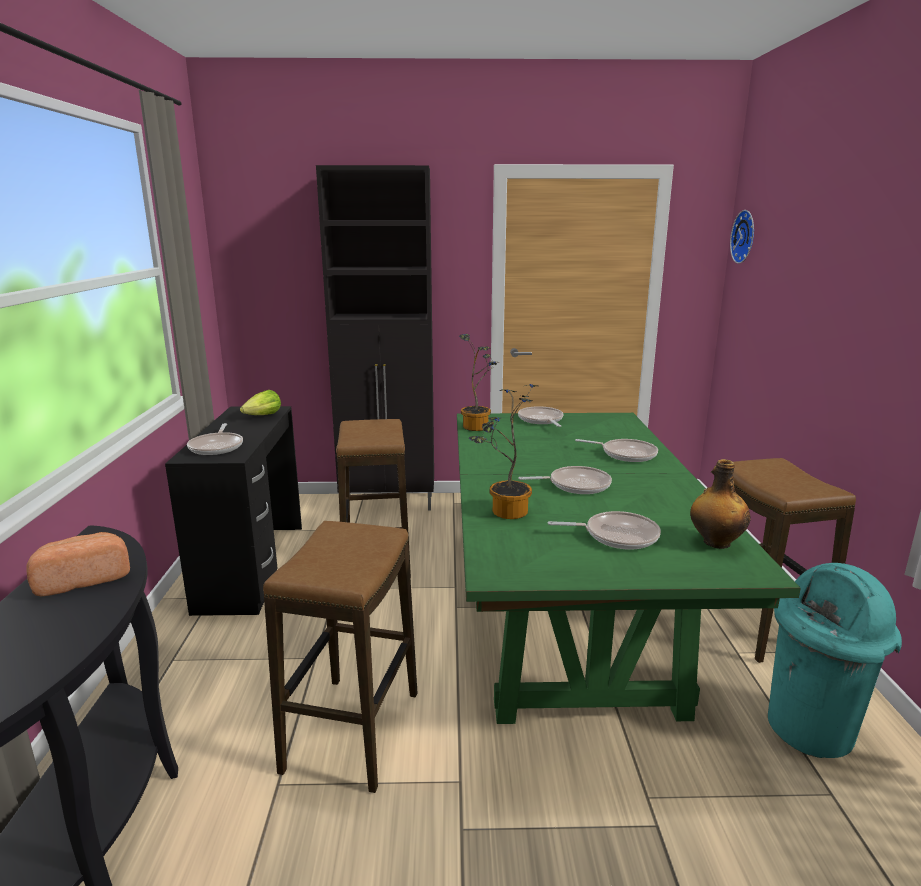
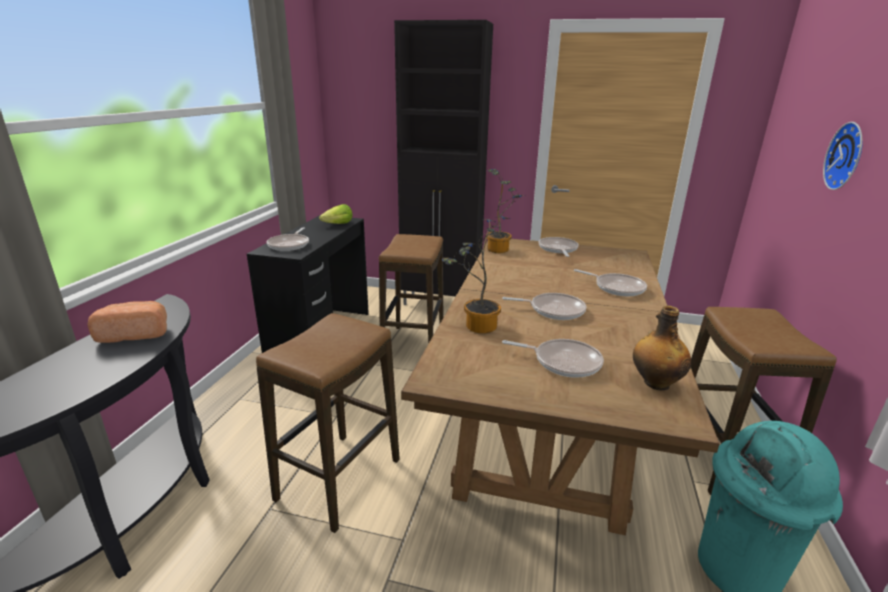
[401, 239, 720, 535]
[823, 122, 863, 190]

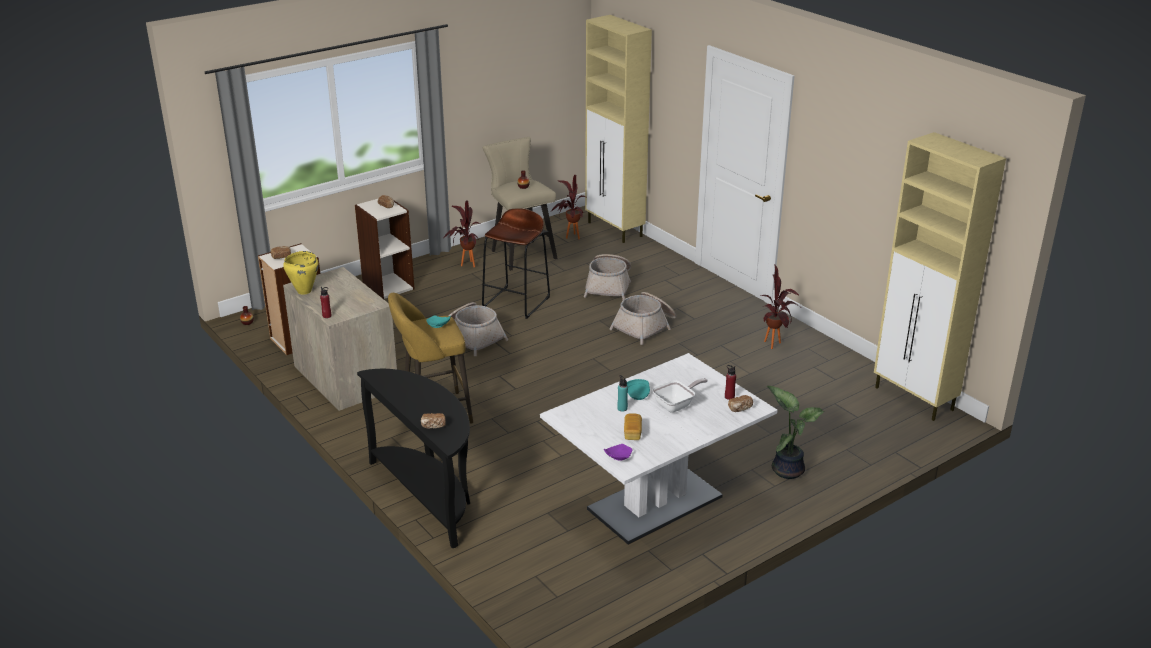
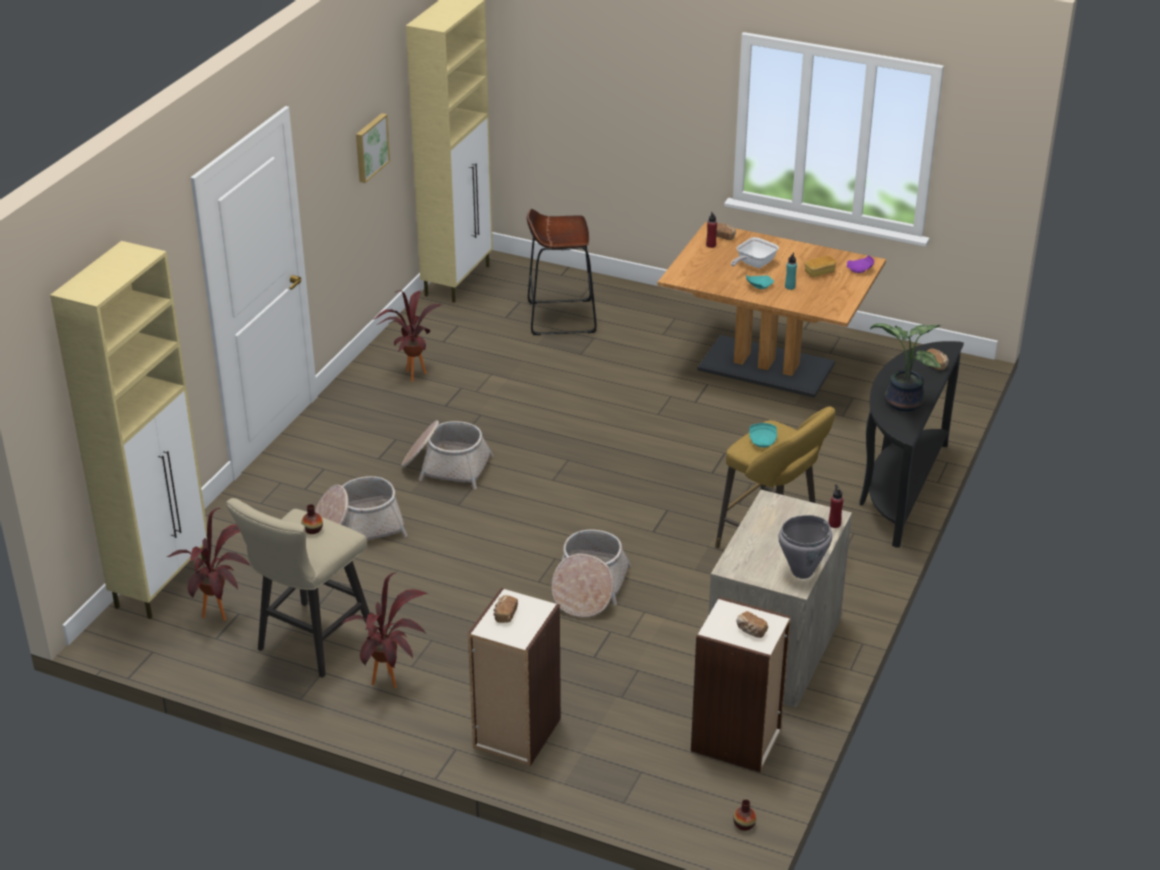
[356, 113, 390, 183]
[527, 209, 597, 335]
[657, 222, 886, 398]
[731, 237, 779, 268]
[778, 515, 832, 579]
[870, 323, 941, 411]

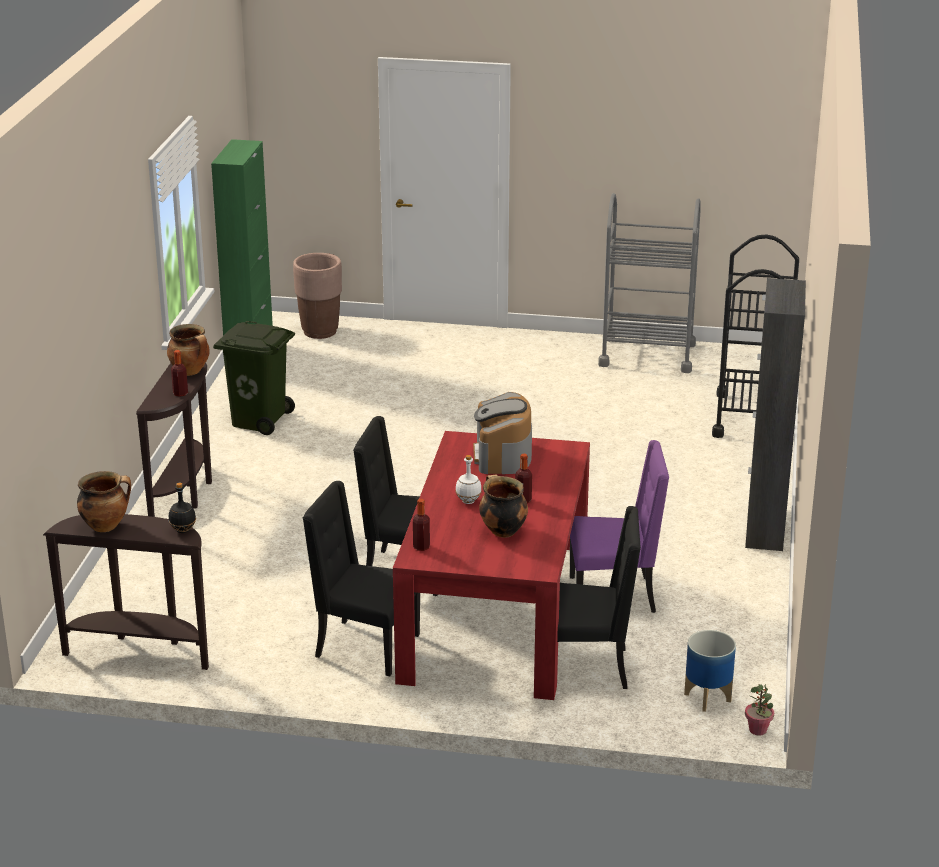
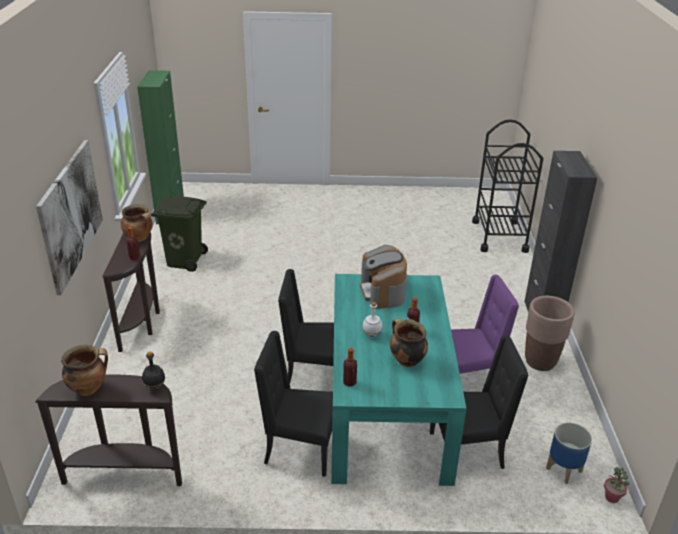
[36, 140, 103, 295]
[331, 274, 467, 486]
[525, 296, 575, 371]
[598, 193, 701, 373] (first image)

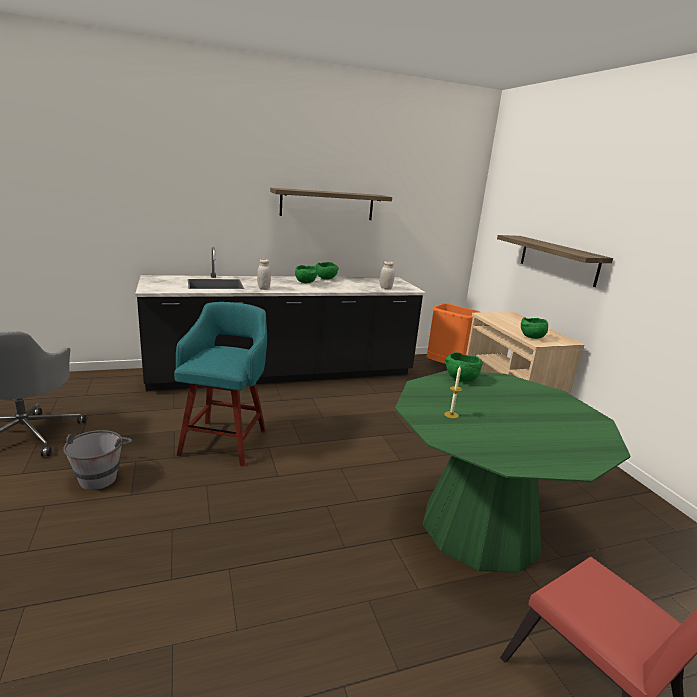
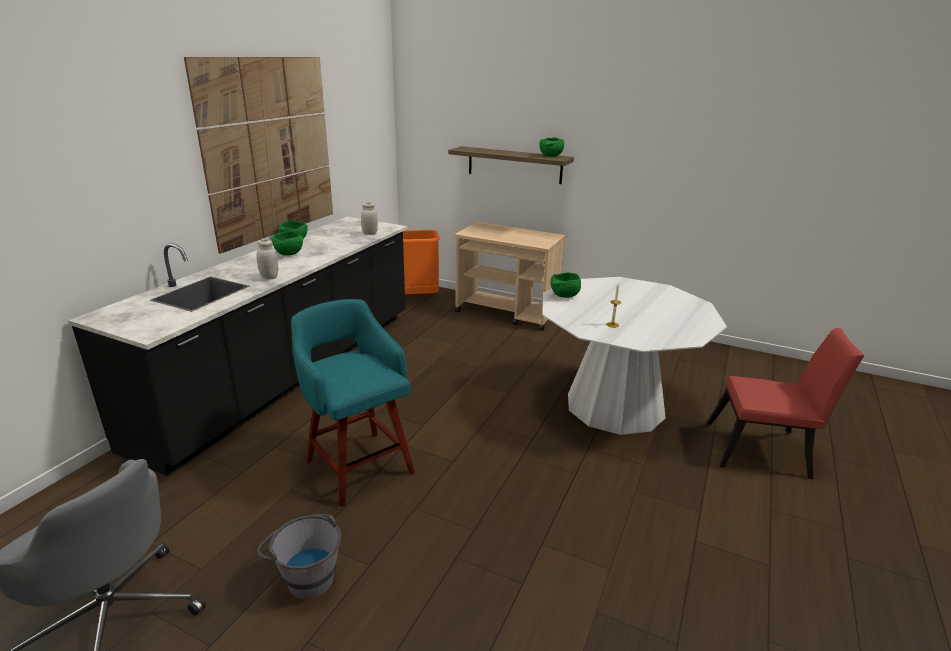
[184, 57, 333, 254]
[539, 137, 564, 157]
[542, 277, 727, 435]

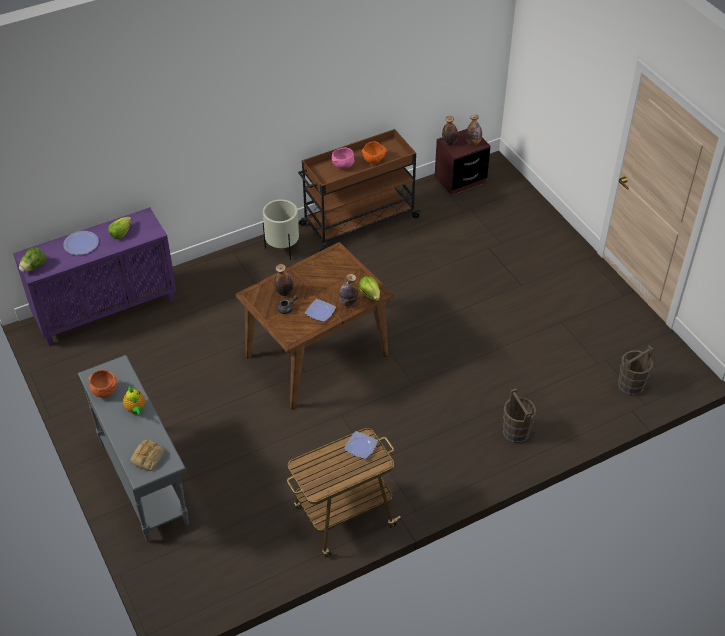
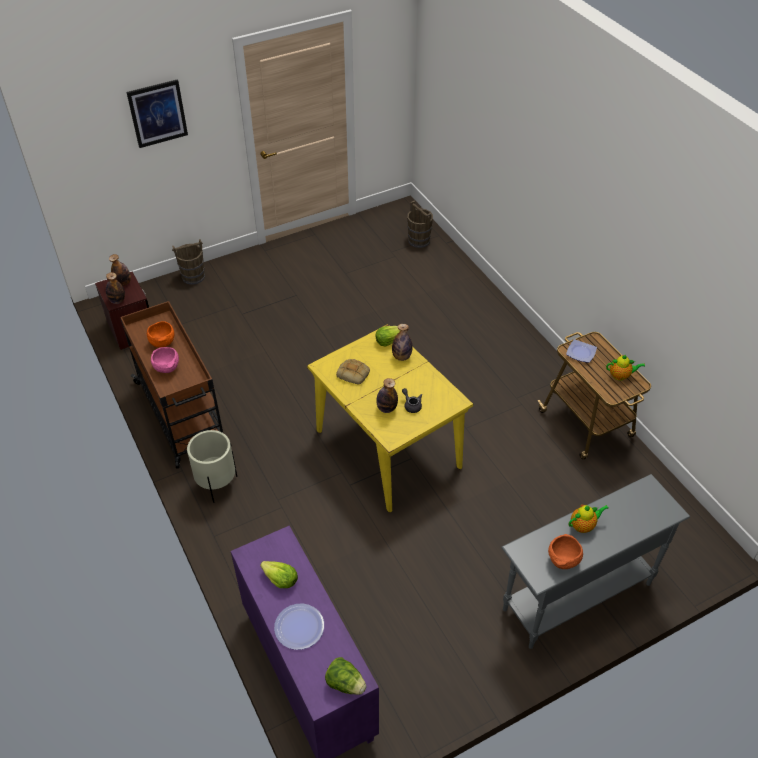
[127, 80, 188, 148]
[172, 239, 205, 285]
[307, 324, 473, 512]
[336, 359, 370, 385]
[606, 355, 645, 381]
[305, 299, 336, 322] (first image)

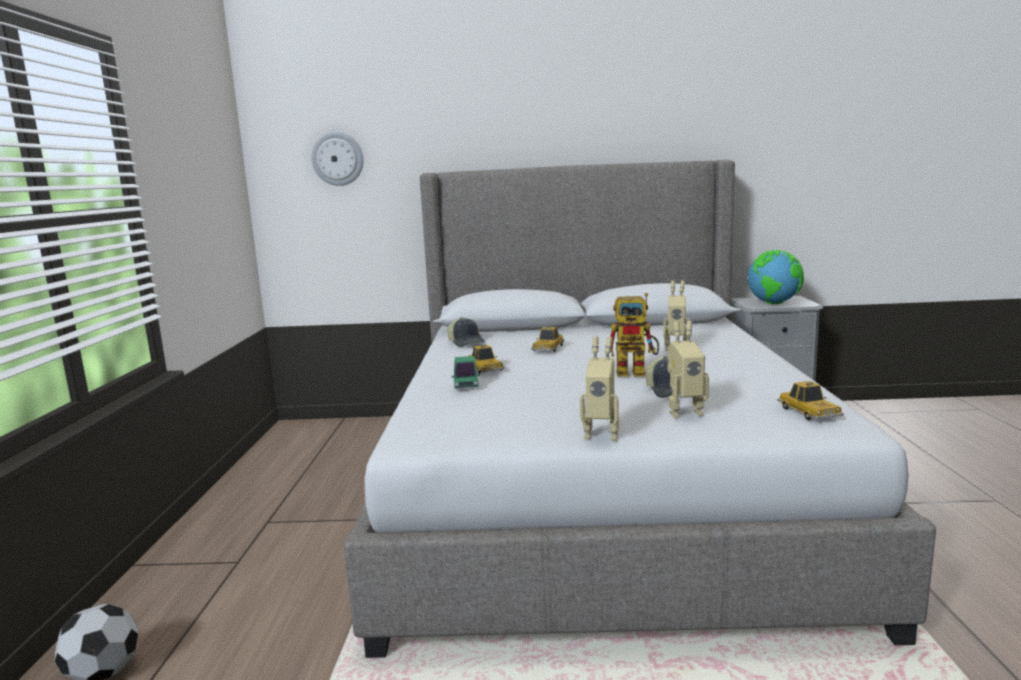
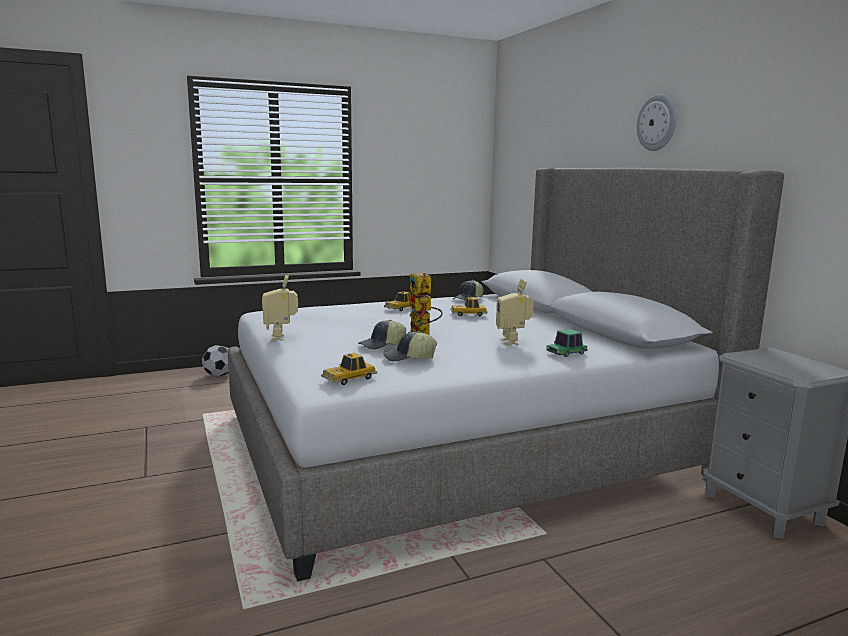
[383, 331, 437, 362]
[546, 329, 587, 357]
[637, 94, 676, 151]
[667, 321, 709, 418] (first image)
[748, 250, 804, 304] (first image)

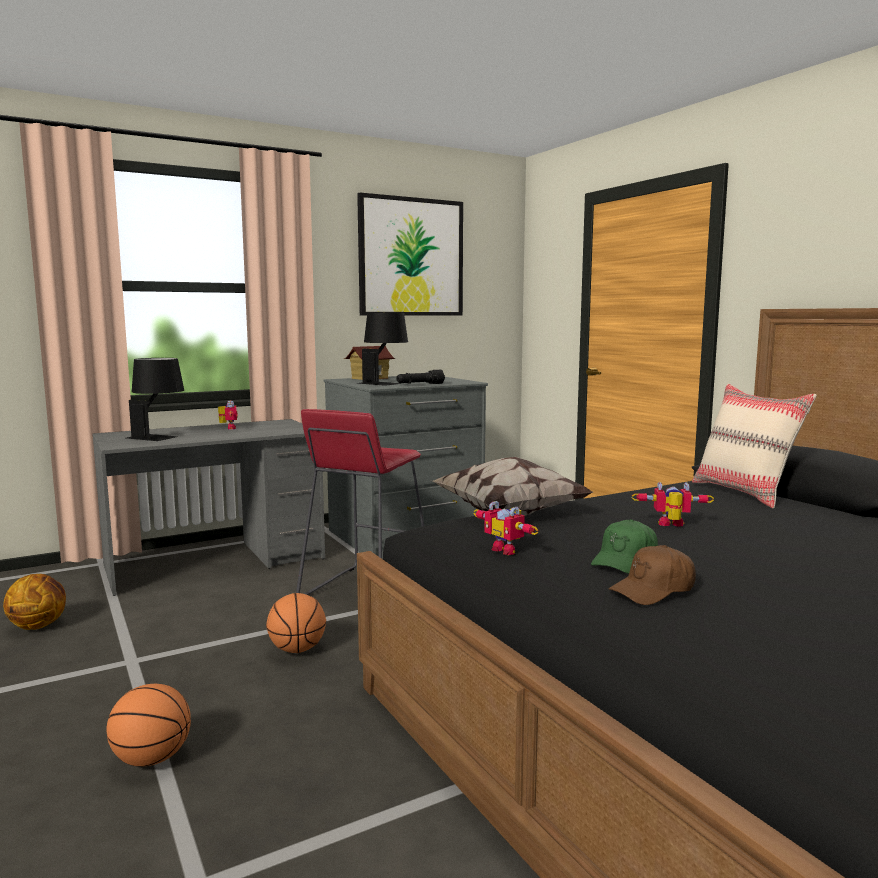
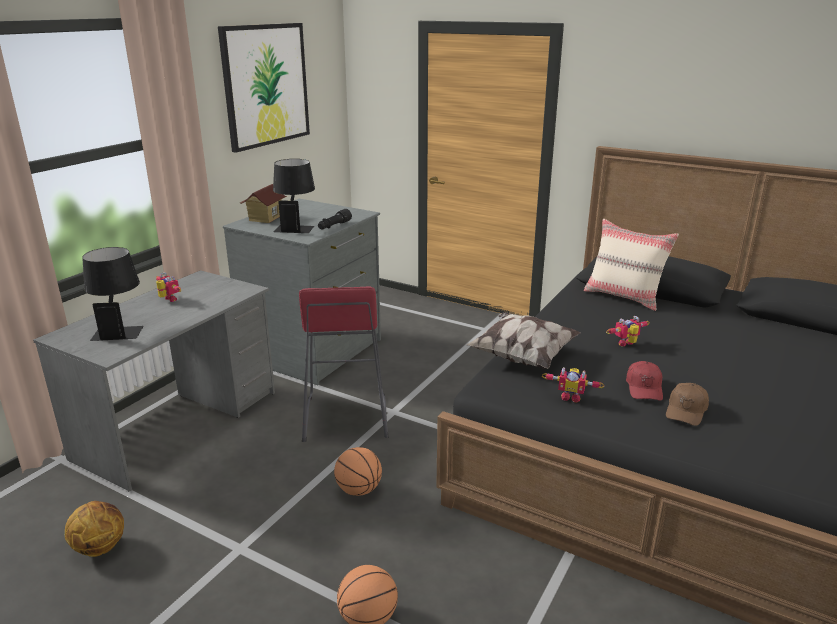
[626, 361, 663, 401]

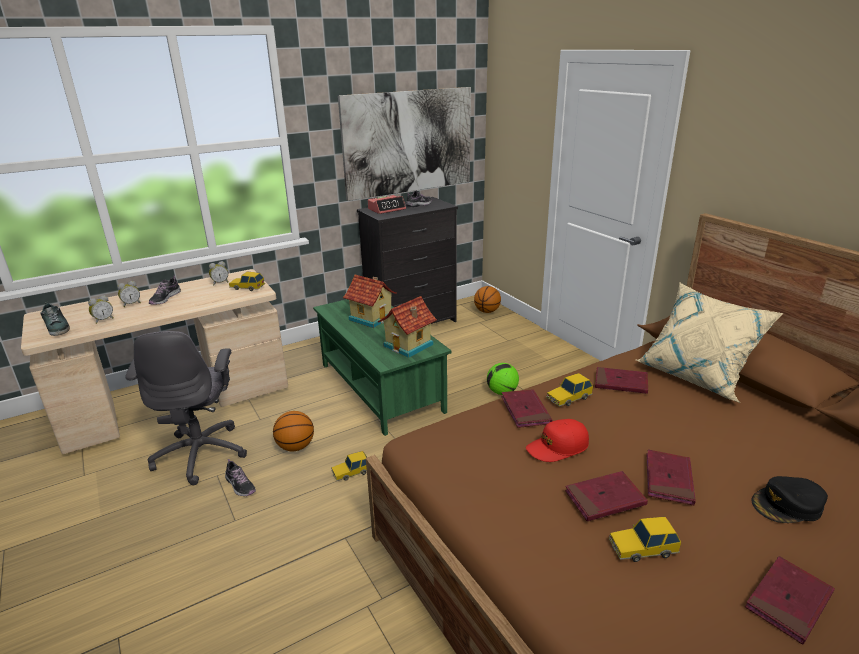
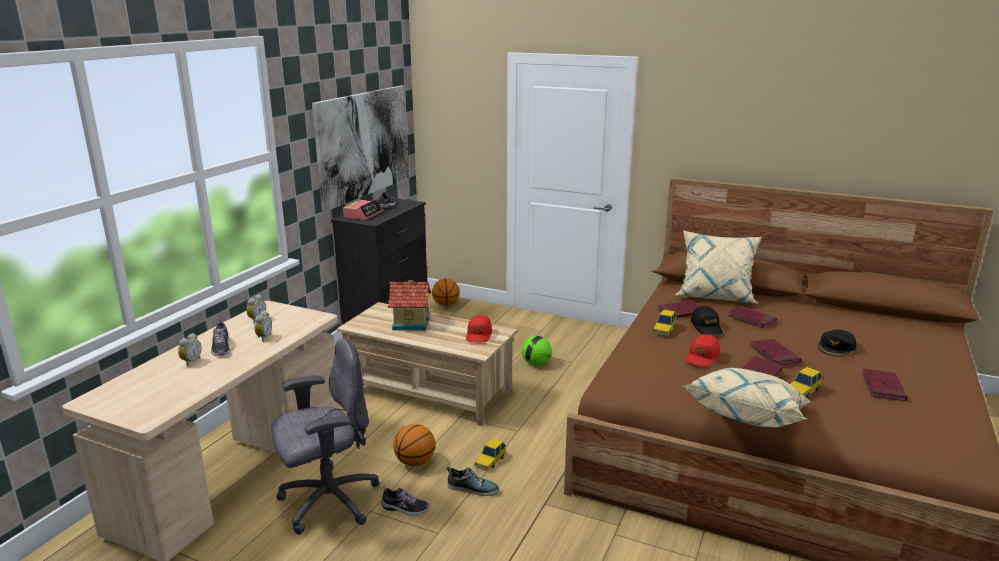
[254, 311, 272, 342]
[271, 338, 379, 535]
[337, 302, 518, 426]
[447, 466, 499, 496]
[466, 315, 492, 342]
[684, 368, 811, 427]
[691, 306, 723, 335]
[728, 306, 777, 328]
[229, 271, 265, 291] (first image)

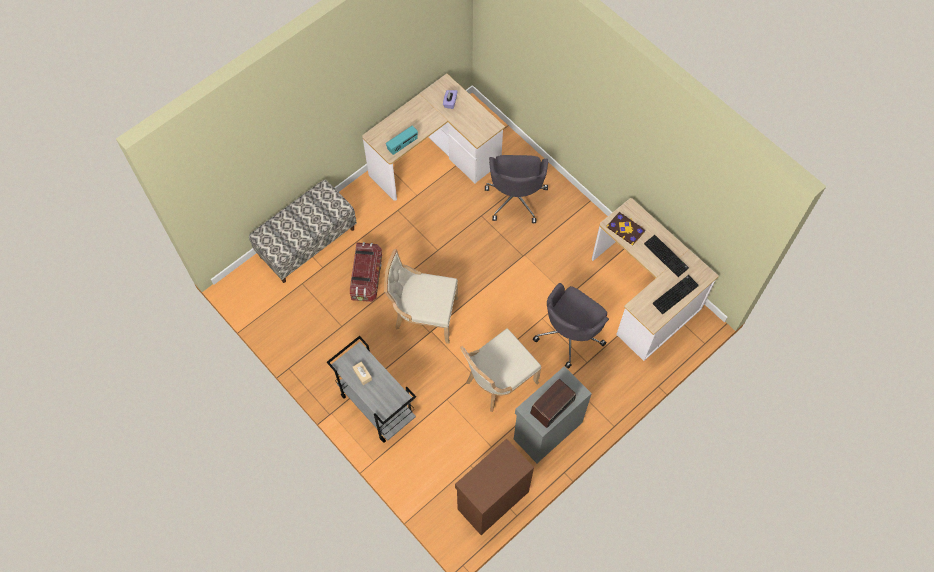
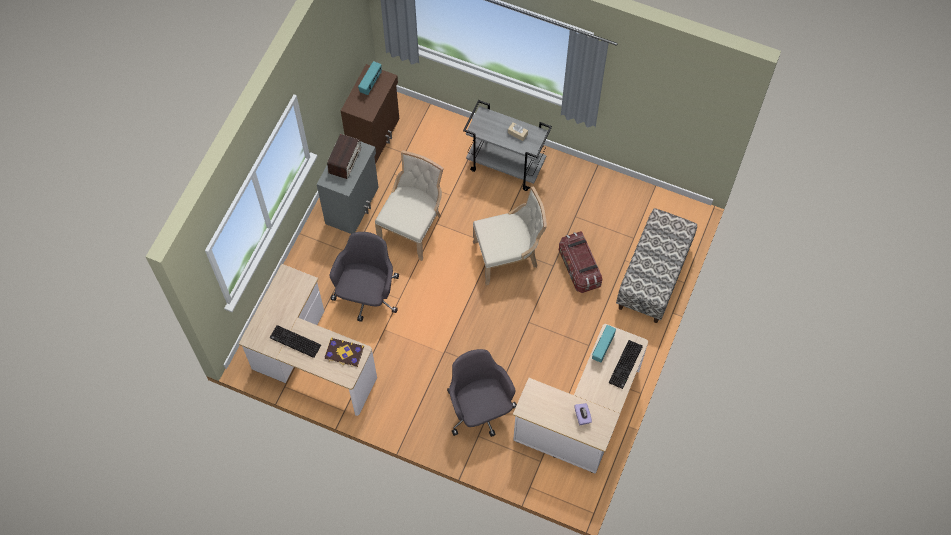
[358, 61, 382, 95]
[609, 340, 643, 389]

